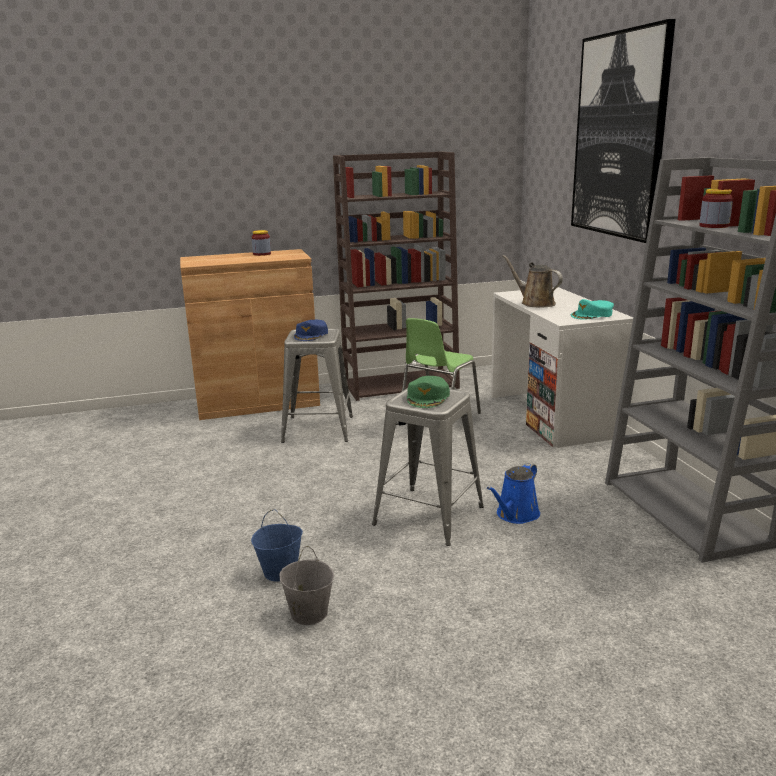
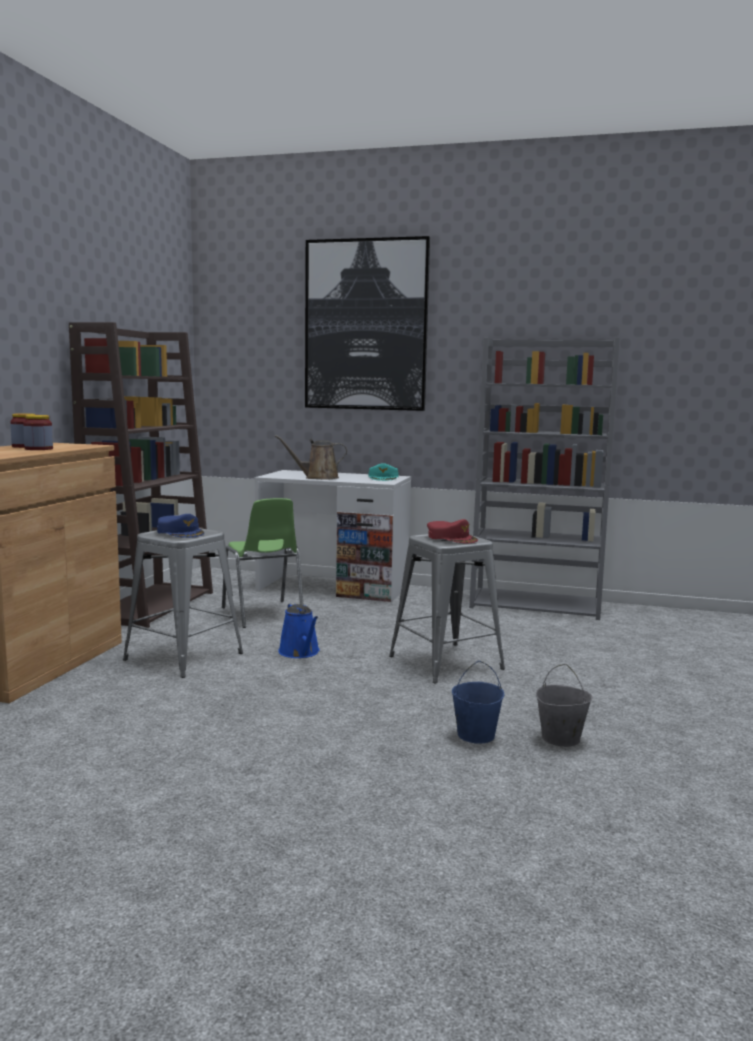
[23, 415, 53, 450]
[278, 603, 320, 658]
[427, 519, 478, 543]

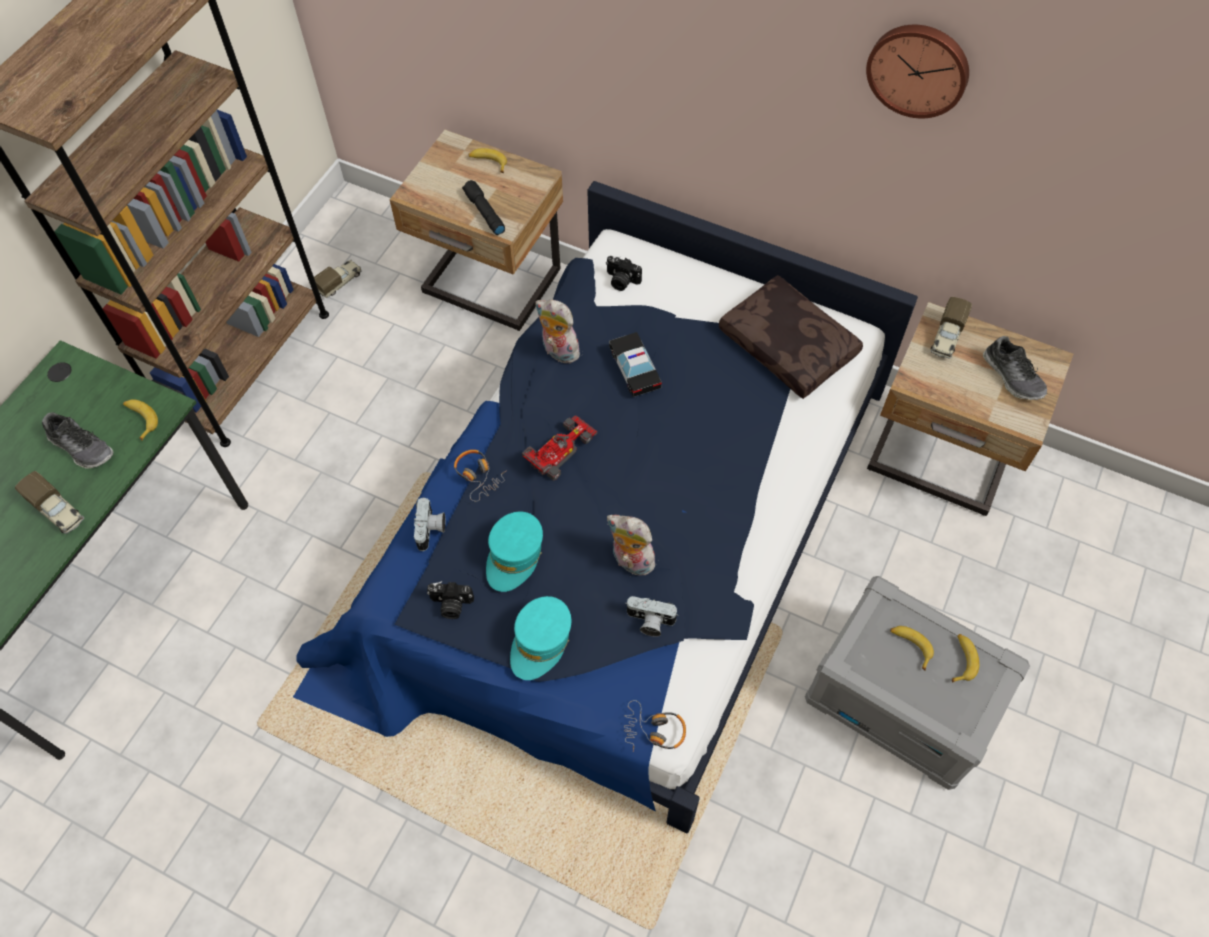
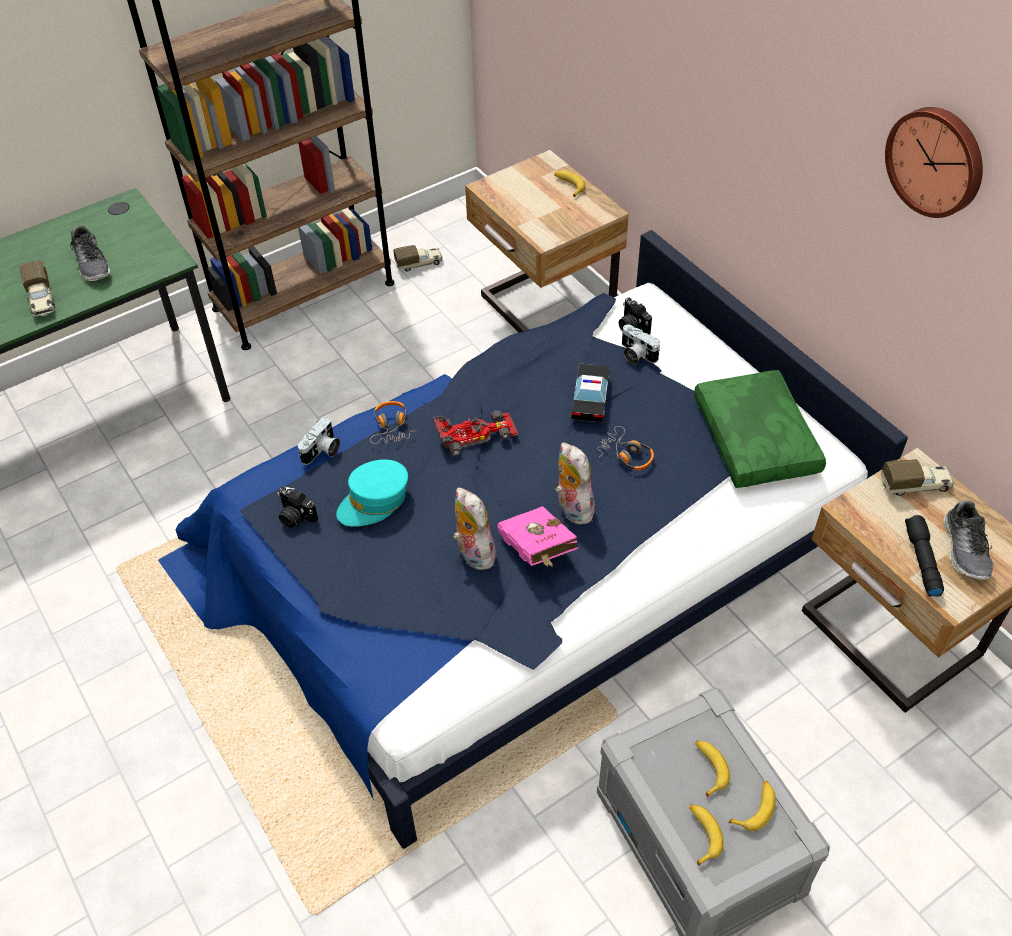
[497, 506, 578, 567]
[555, 443, 595, 525]
[597, 426, 654, 470]
[622, 324, 660, 364]
[689, 804, 724, 866]
[694, 370, 826, 488]
[881, 459, 955, 496]
[905, 515, 944, 596]
[510, 596, 571, 680] (first image)

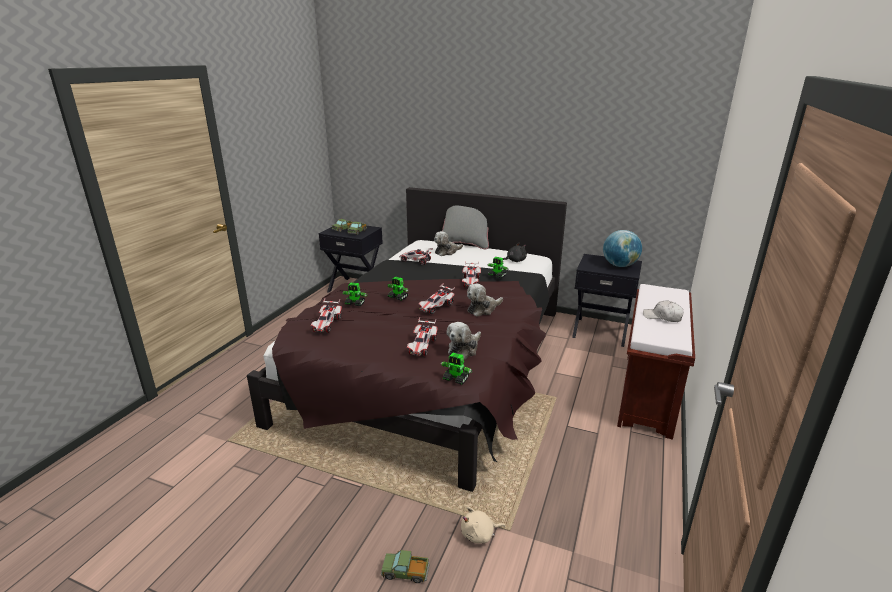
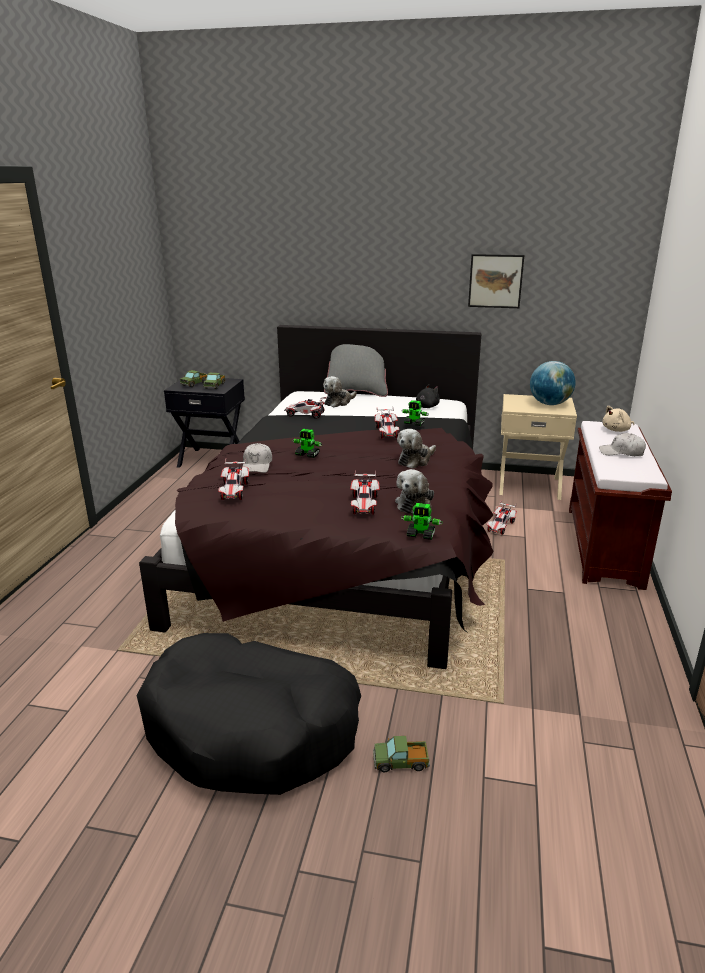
[137, 633, 361, 795]
[243, 443, 272, 473]
[468, 254, 524, 308]
[487, 500, 517, 535]
[499, 394, 577, 500]
[602, 406, 634, 432]

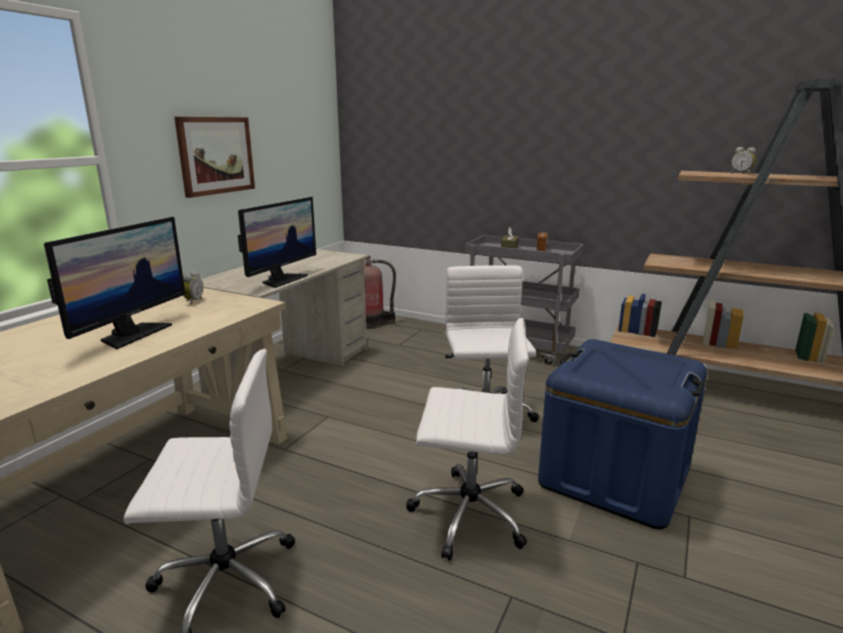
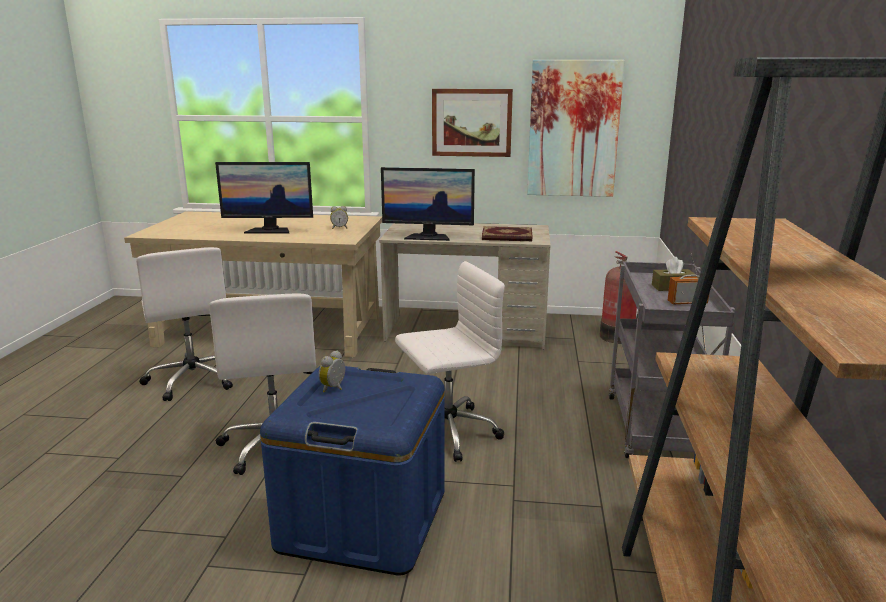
[319, 350, 345, 392]
[482, 226, 532, 241]
[527, 60, 625, 197]

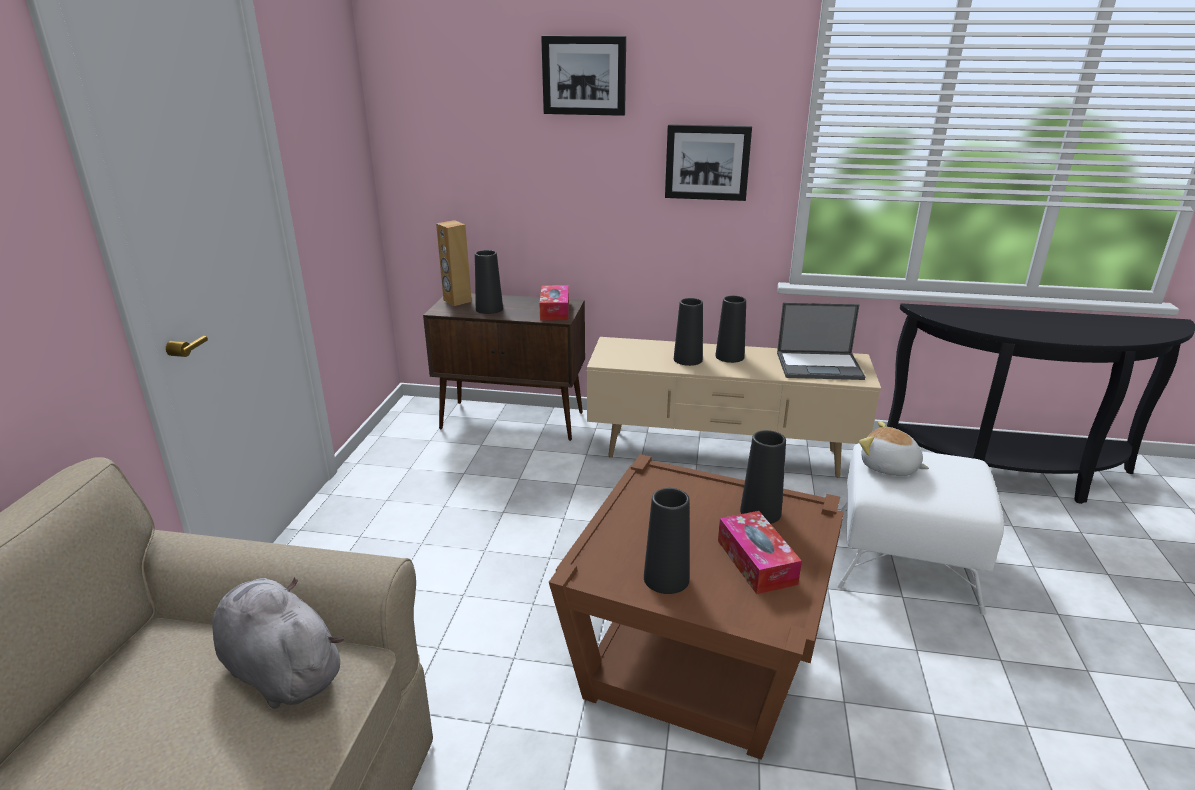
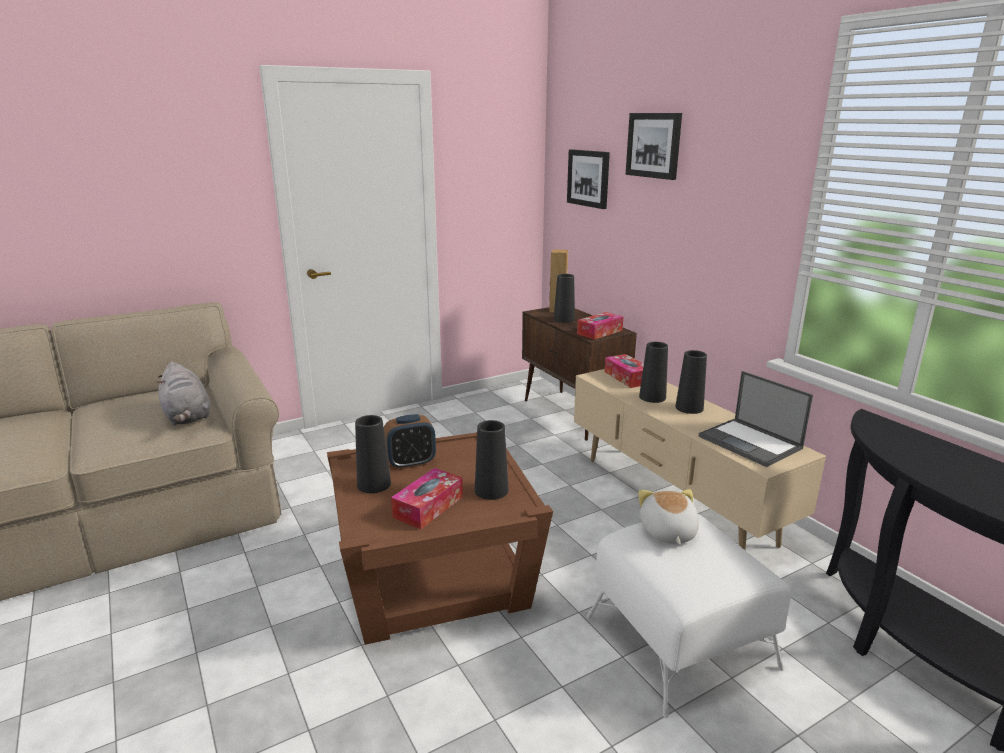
[157, 362, 211, 425]
[384, 414, 436, 469]
[567, 149, 610, 209]
[605, 354, 644, 388]

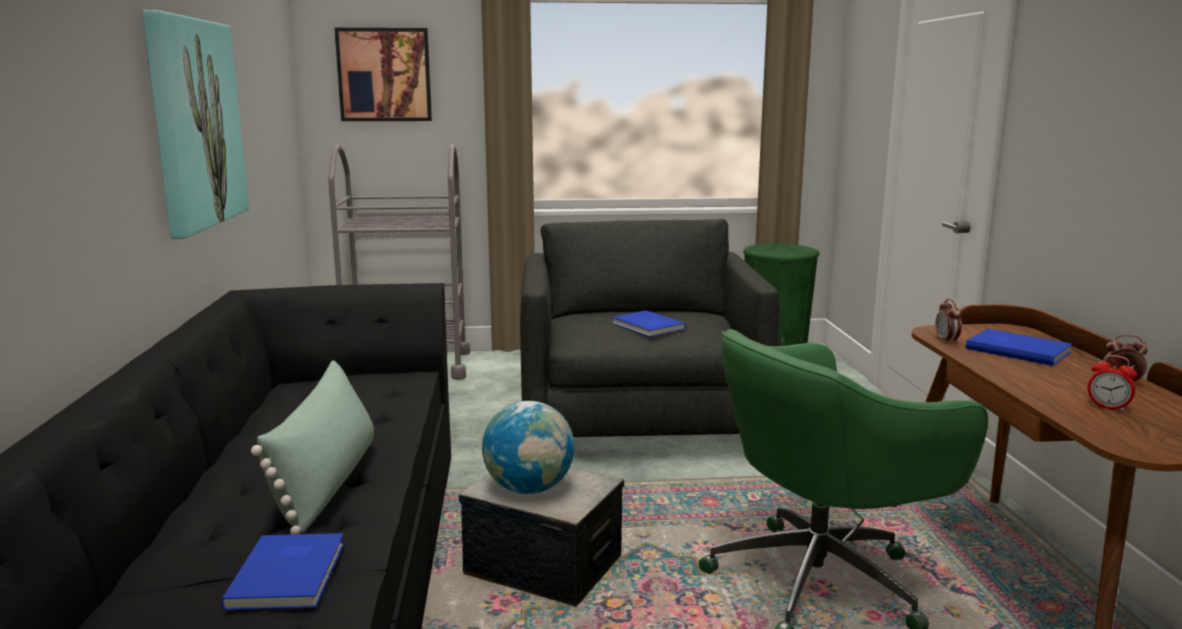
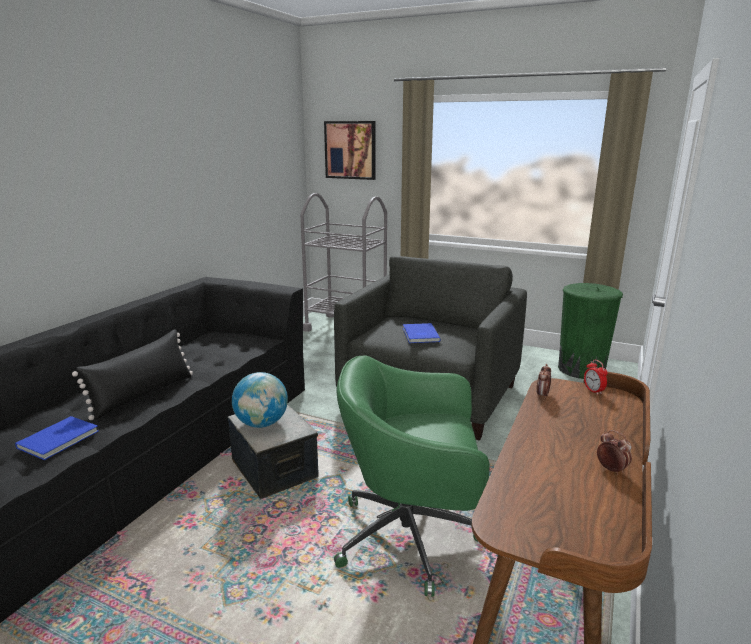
[72, 329, 193, 420]
[584, 360, 608, 395]
[142, 10, 249, 239] (first image)
[966, 329, 1072, 366] (first image)

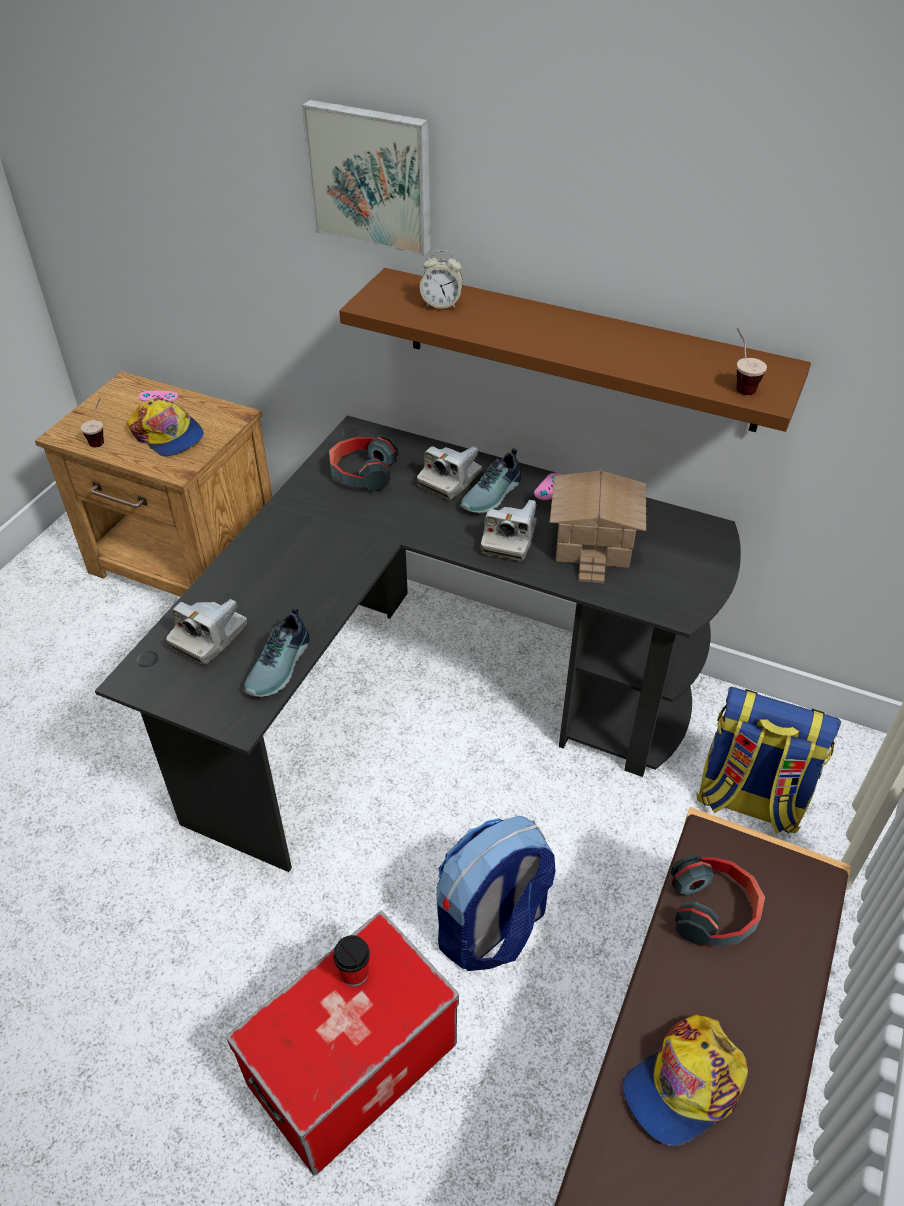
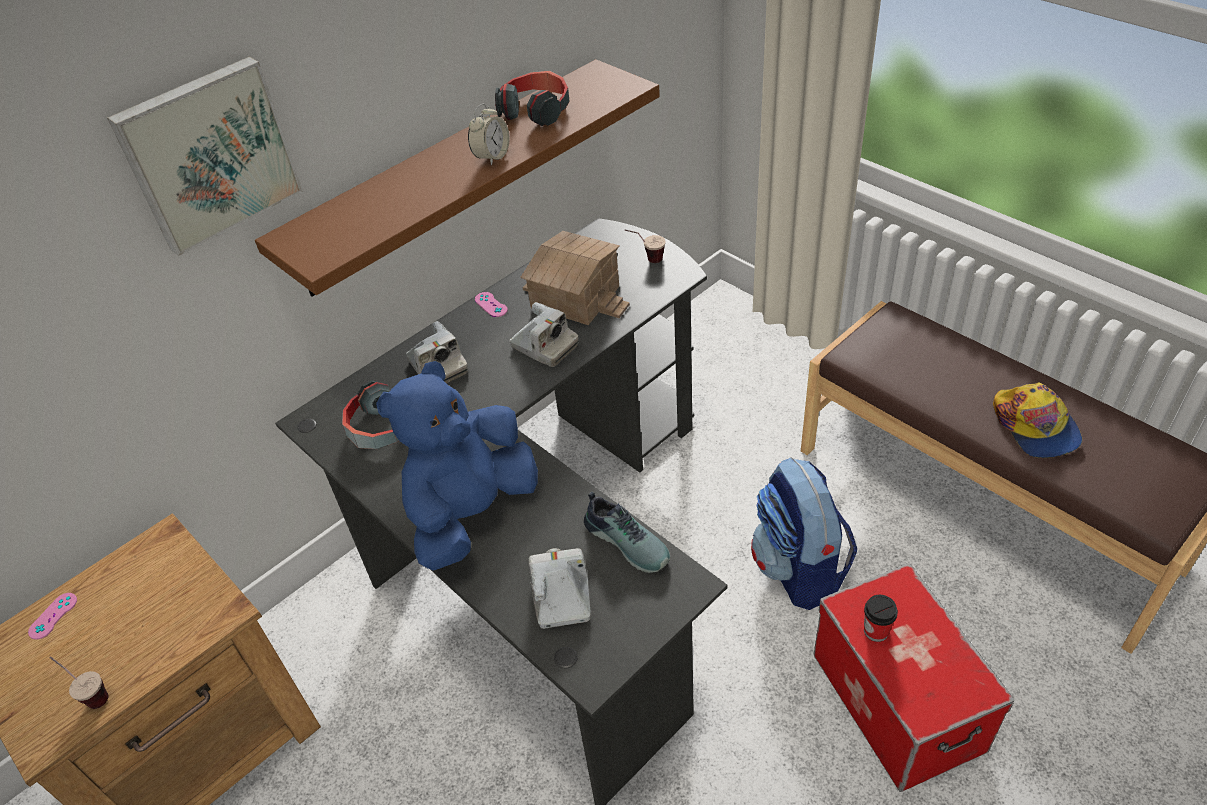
[376, 361, 538, 571]
[468, 103, 510, 166]
[495, 71, 570, 126]
[528, 548, 591, 629]
[624, 230, 666, 263]
[127, 397, 204, 456] (first image)
[460, 448, 521, 513] (first image)
[697, 687, 841, 834] (first image)

